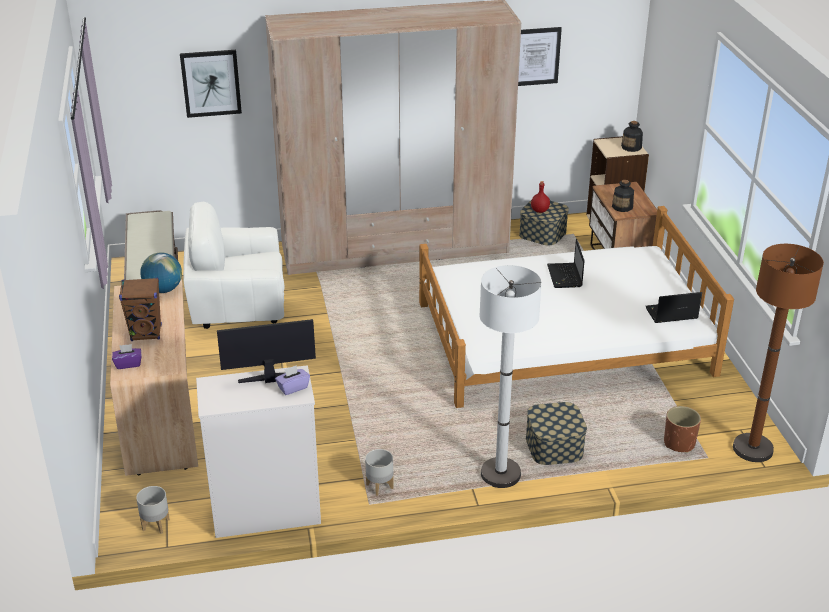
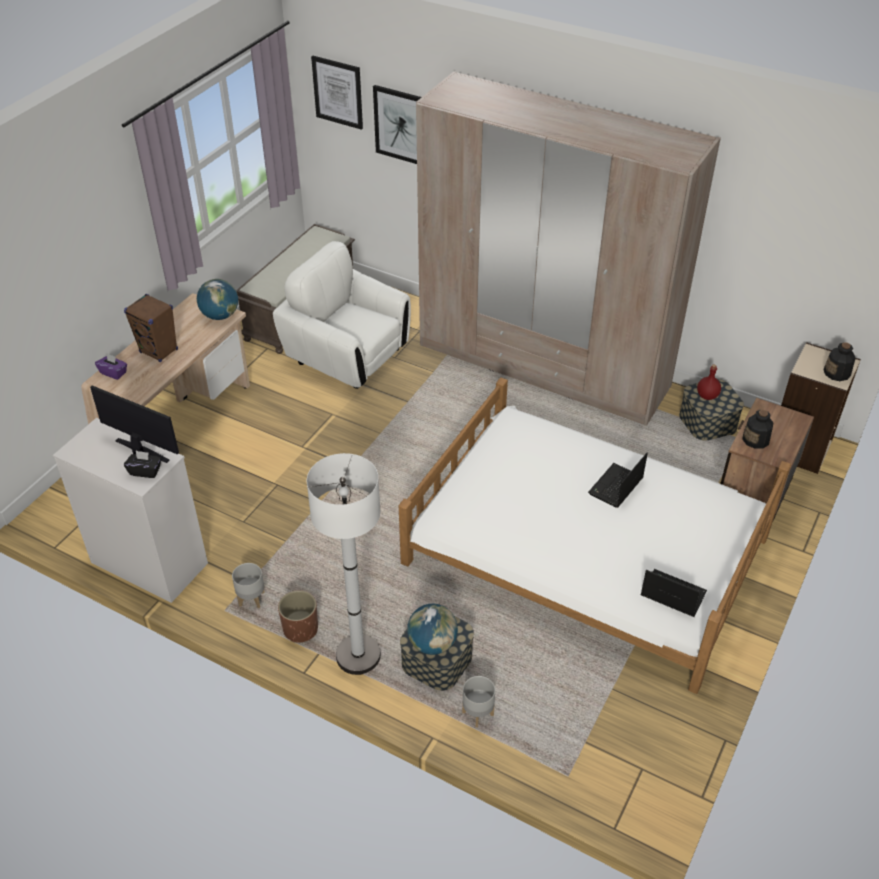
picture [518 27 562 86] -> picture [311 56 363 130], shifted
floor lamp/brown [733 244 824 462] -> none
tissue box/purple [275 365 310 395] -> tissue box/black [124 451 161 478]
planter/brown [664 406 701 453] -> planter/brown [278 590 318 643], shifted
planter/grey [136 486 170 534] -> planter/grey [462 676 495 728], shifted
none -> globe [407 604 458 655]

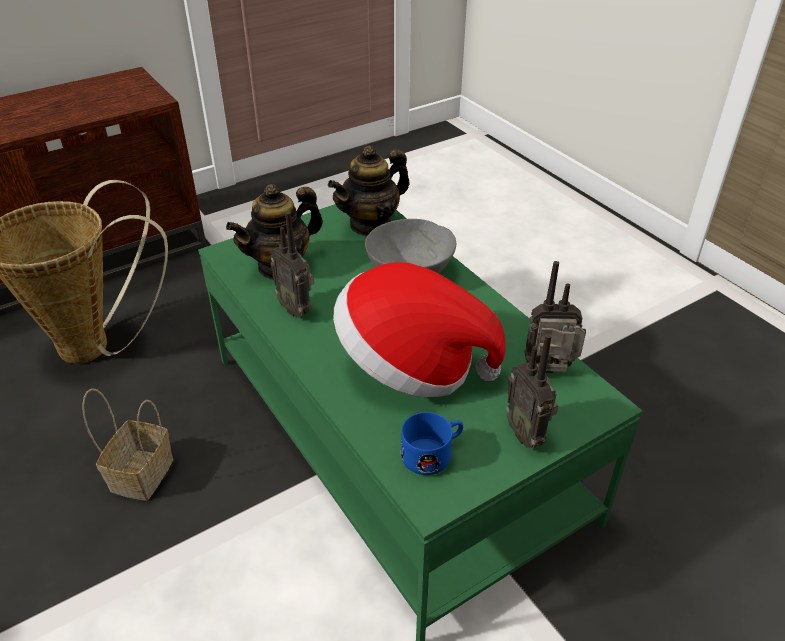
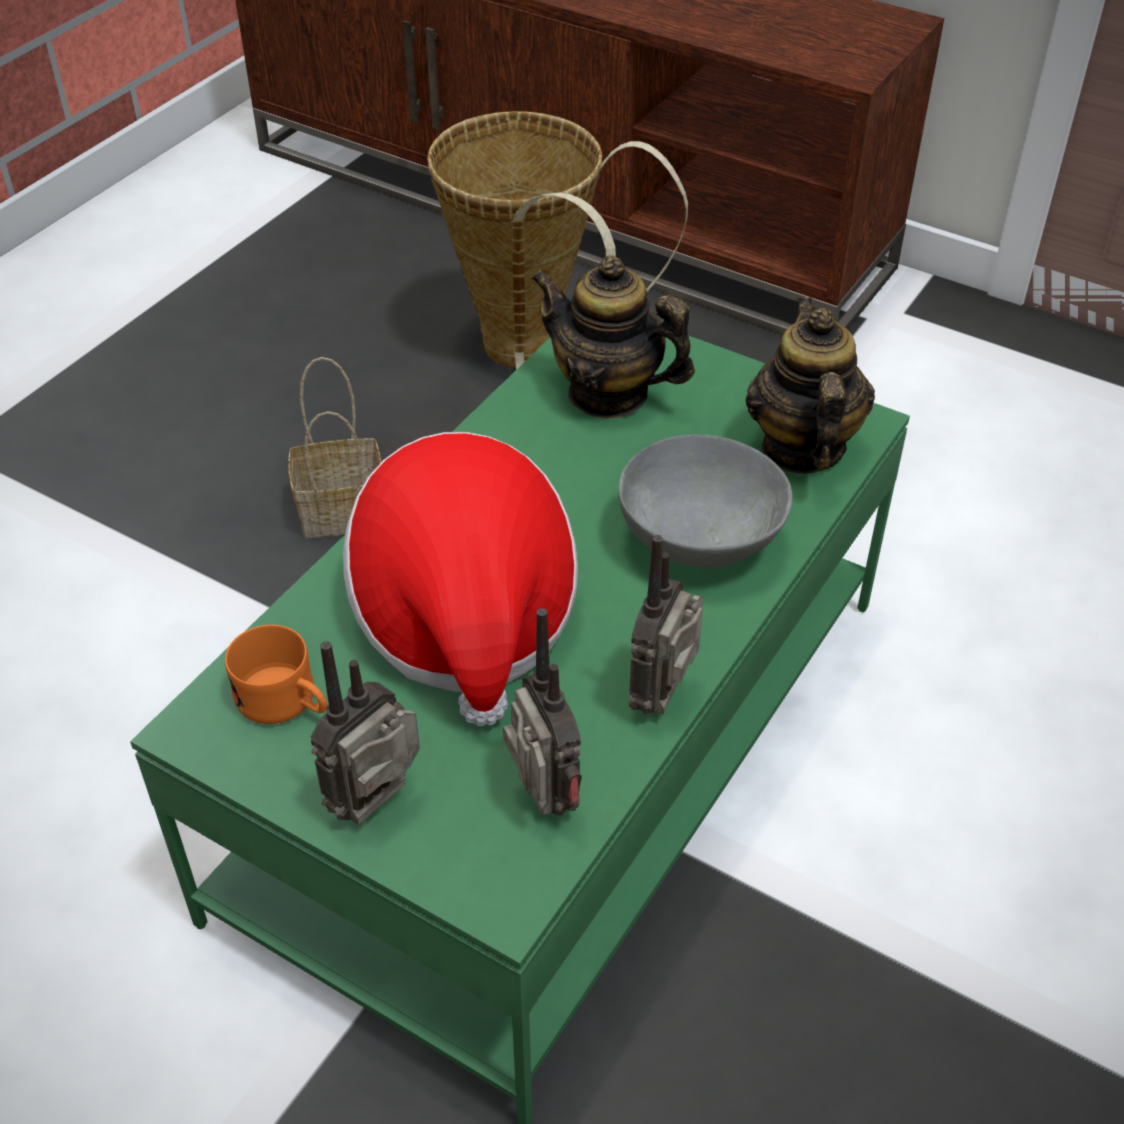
teapot [328 145 410 237] -> teapot [746 297 875 474], 60 degrees clockwise
radio [270 211 314 318] -> radio [629 535 703 714], shifted
mug/blue [401 412 463 475] -> mug/orange [225 625 327 724]

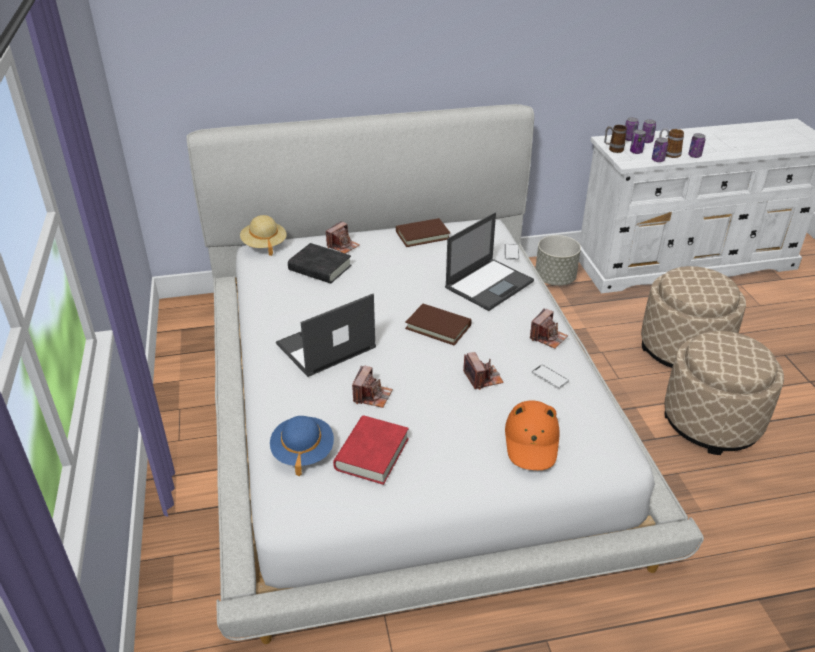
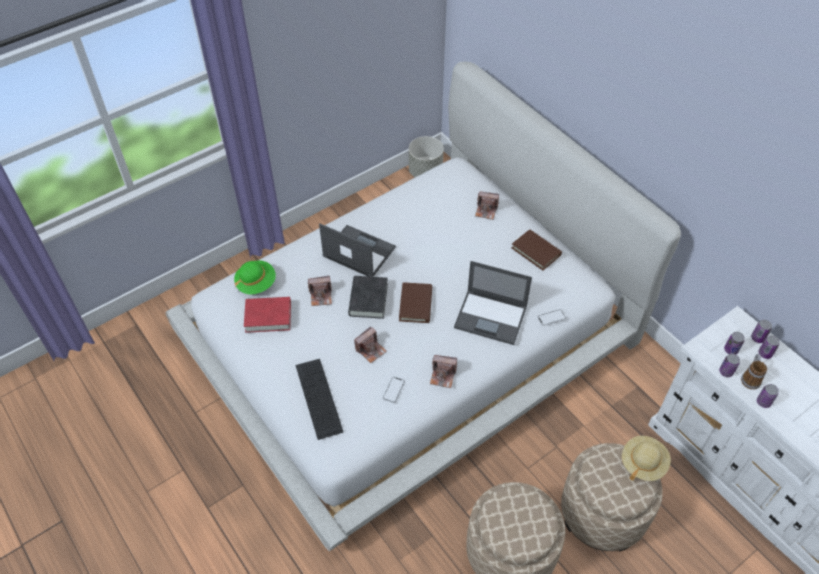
mug [604 125 627 153] -> none
hat/beige [240 215 287 256] -> hat/beige [622 436 671 481], shifted
planter/grey [536 235 581 285] -> planter/grey [409 136 444 177], shifted
book/black [288 243 352 283] -> book/black [348 276 388 319], shifted
hat/orange [505 400 560 470] -> keyboard [296 359 343 440]
hat/blue [270 416 334 476] -> hat/green [234 260 276 294]

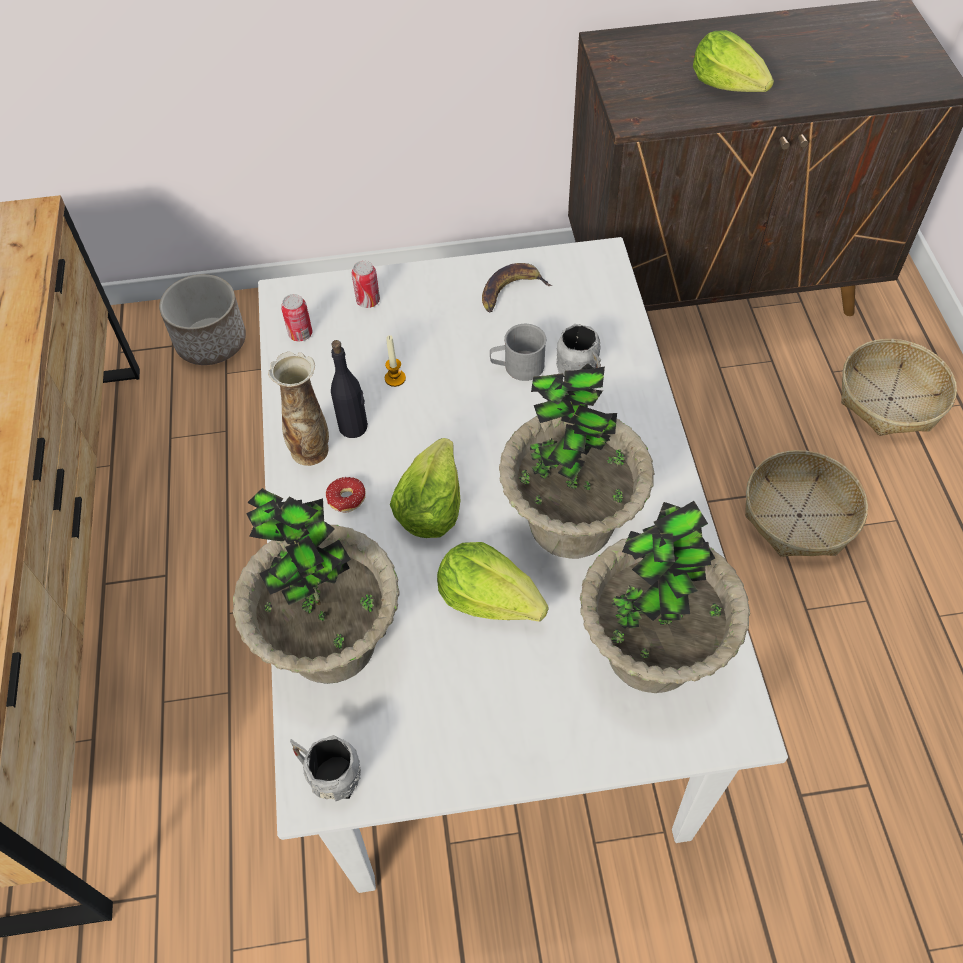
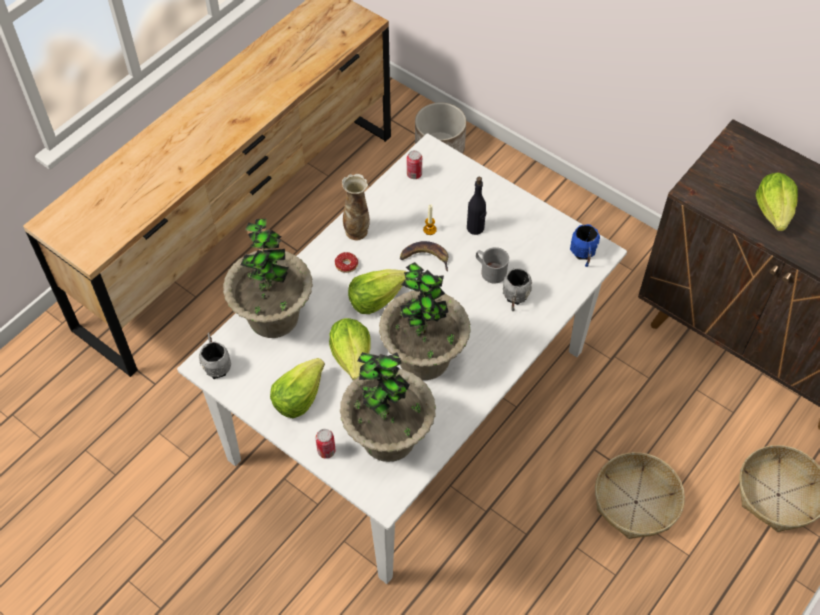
can [351 261 380 308] -> can [316 429 335 459], shifted
banana [482 263 552 312] -> banana [400 241 448 272], shifted
bottle/black [331 340 368 438] -> bottle/black [467 177 487 235], shifted
none -> mug/blue [570 224 600 267]
none -> lettuce [270 358 325 418]

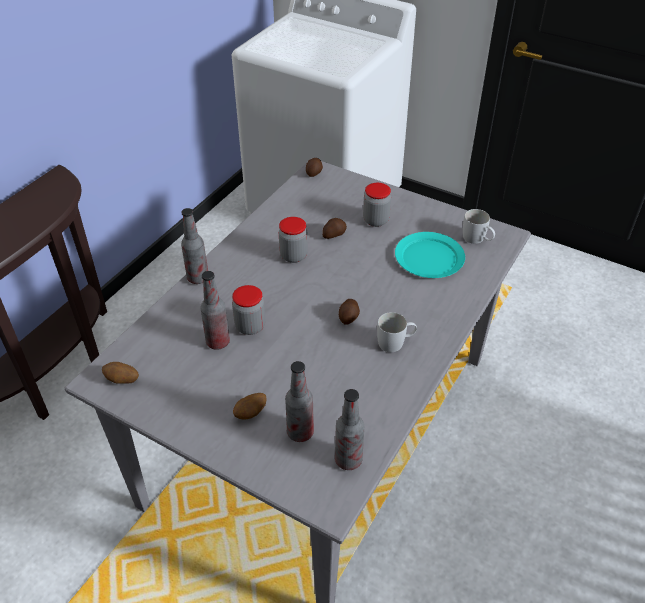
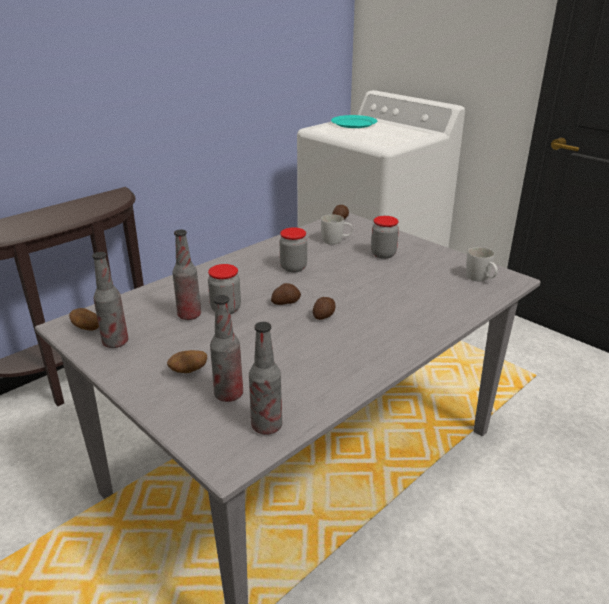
bottle [181 208 208 284] -> bottle [92 252 128 348], shifted
potato [322 218 347 239] -> potato [271 283 301 305], shifted
plate/turquoise [395 232 465 278] -> plate/turquoise [331 115 377 128], shifted
mug/white [377 312 417 352] -> mug/white [321 214 353 245], shifted

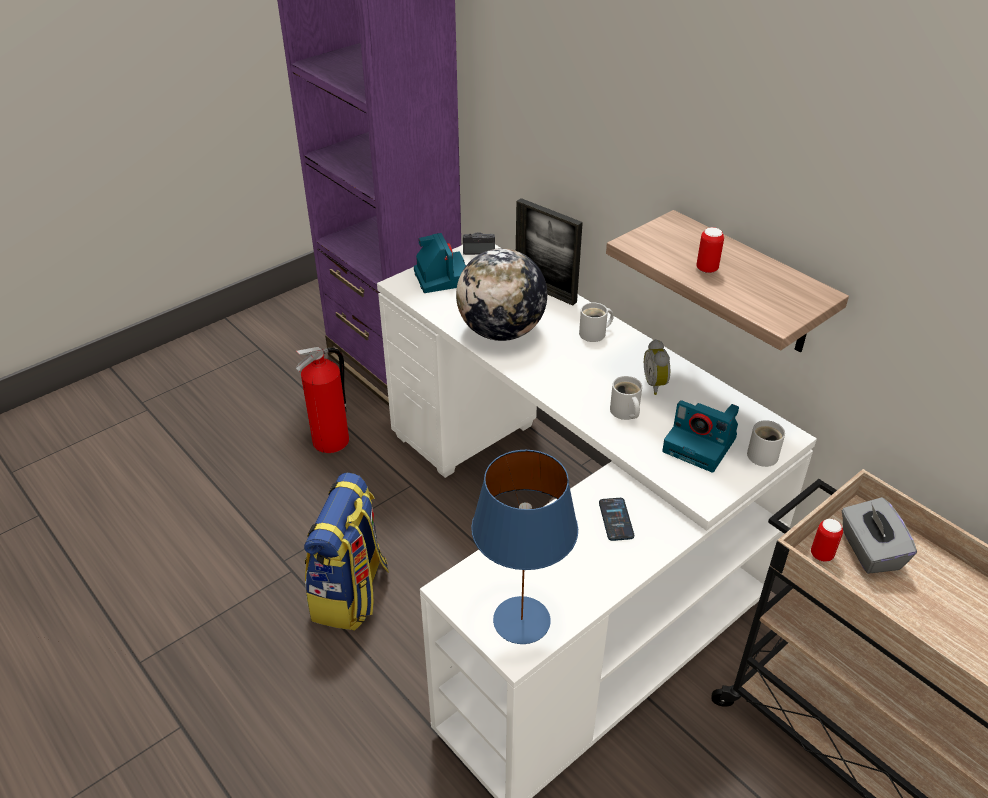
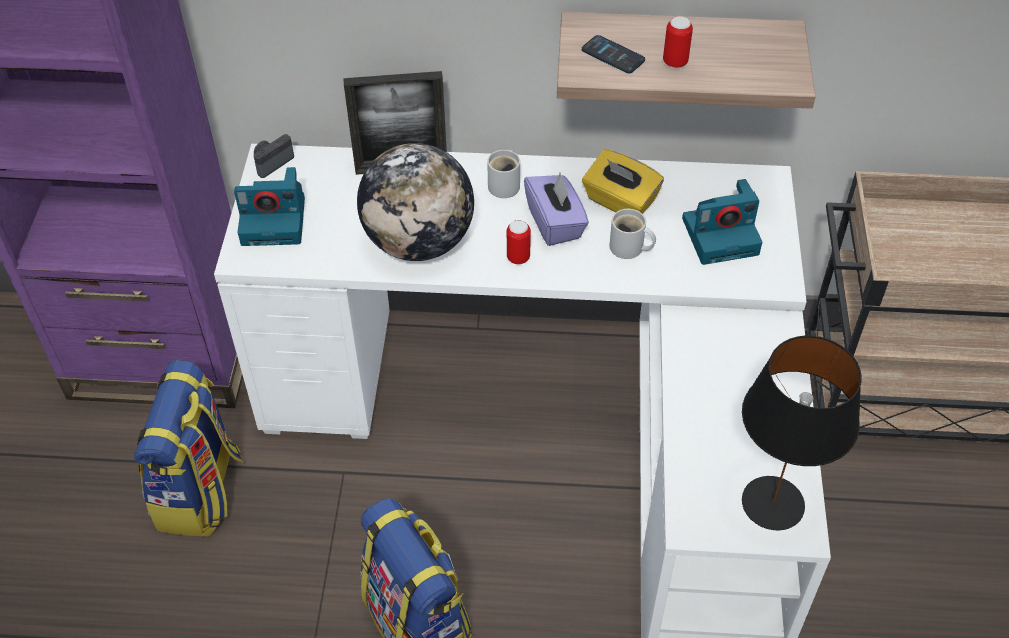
photo camera [414 233 466 293] -> photo camera [234 167 305 246], 150 degrees clockwise
alarm clock [644 339 670 395] -> tissue box/yellow [582 149 664 214]
fire extinguisher [296 347 349 453] -> backpack [134 360 243 537]
mug/white [747 420 785 467] -> none
table lamp/blue [471 450 578 644] -> table lamp/black [742 336 862 530]
tissue box/grey [841 497 917 574] -> none
phone [599 498 634 541] -> phone [582 35 645 74], shifted
can [811 519 843 562] -> can [507 220 531 264], shifted
none -> tissue box/purple [524 173 589 246]

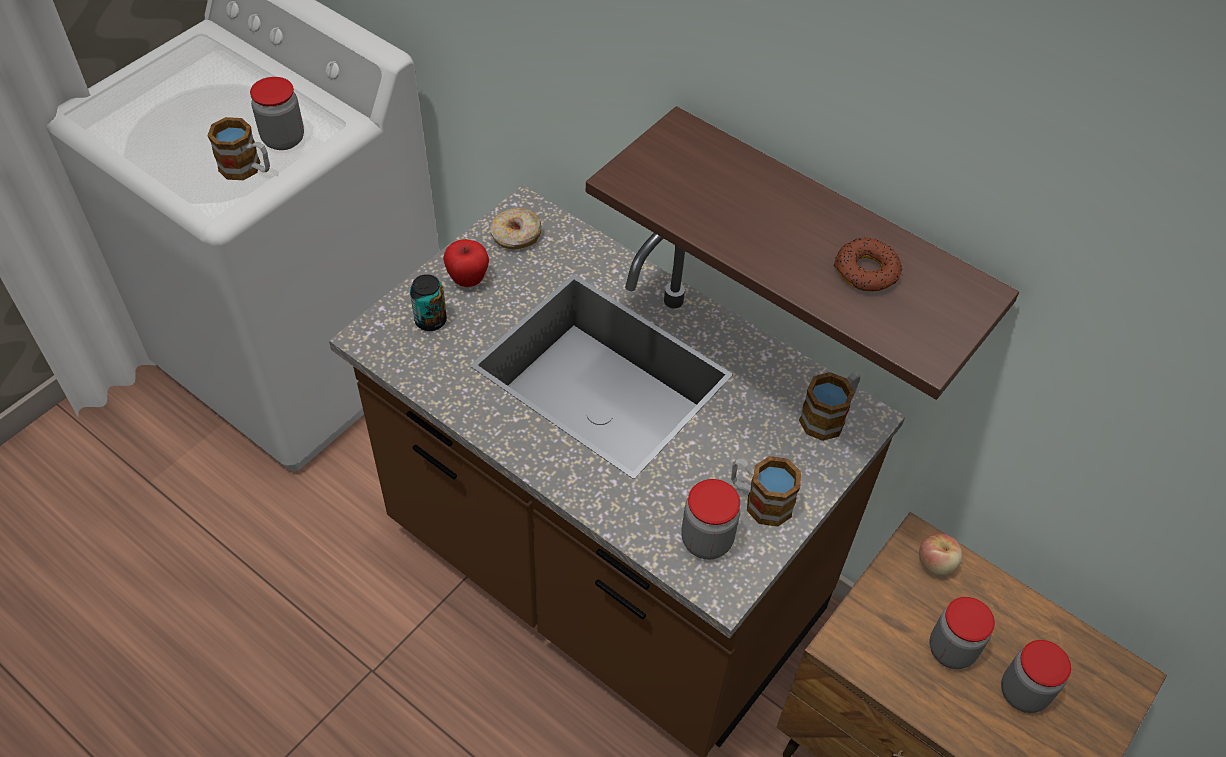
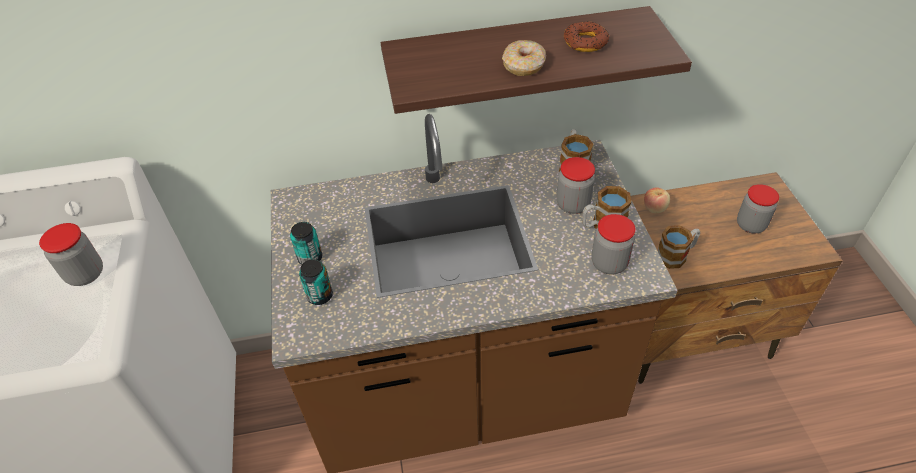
mug [207 117 270 180] -> mug [658 225 700 269], shifted
donut [490 208 542 249] -> donut [502 40 546 76], shifted
apple [443 239 489 287] -> can [290 222 322 265]
jar [930 597 995 669] -> jar [556 157 595 214], shifted

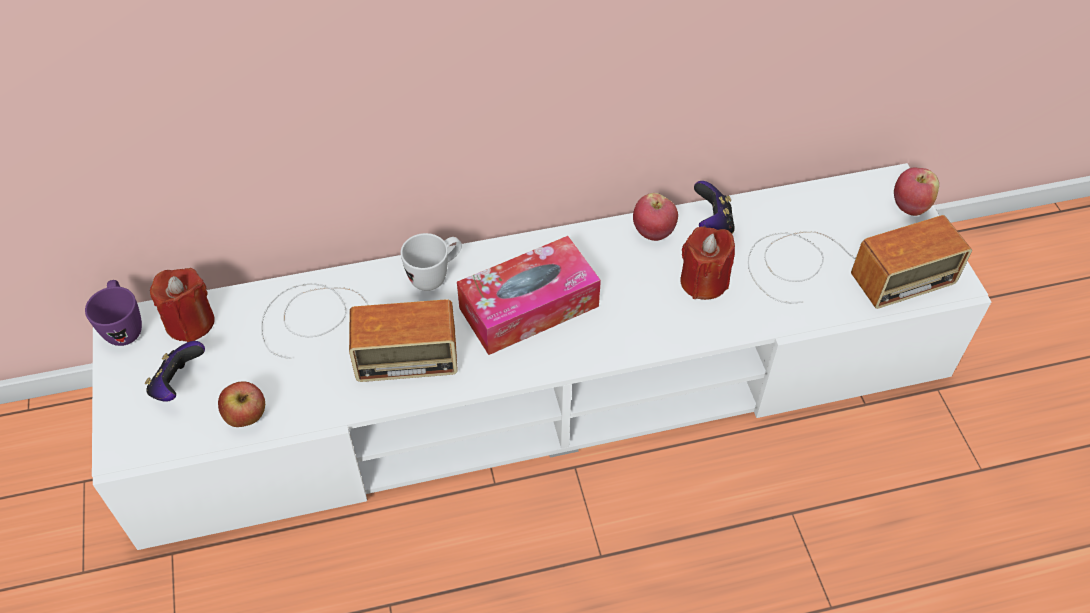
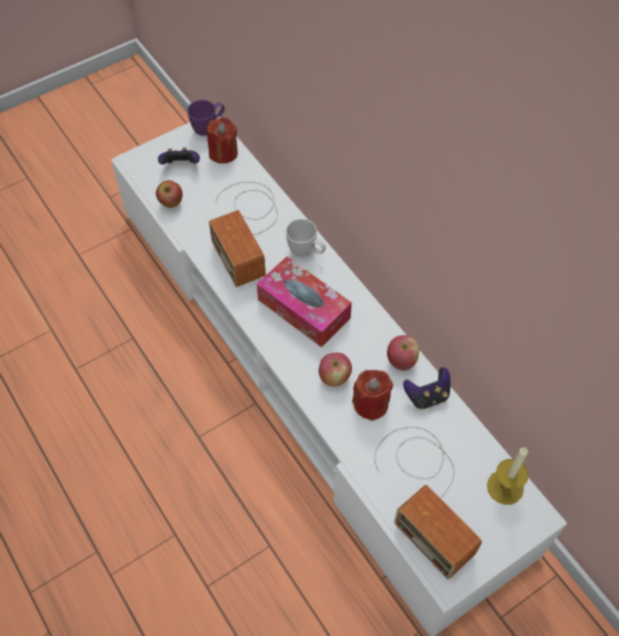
apple [894 168 939 216] -> apple [319 353 352 387], shifted
none -> candle [487 447 529 505]

